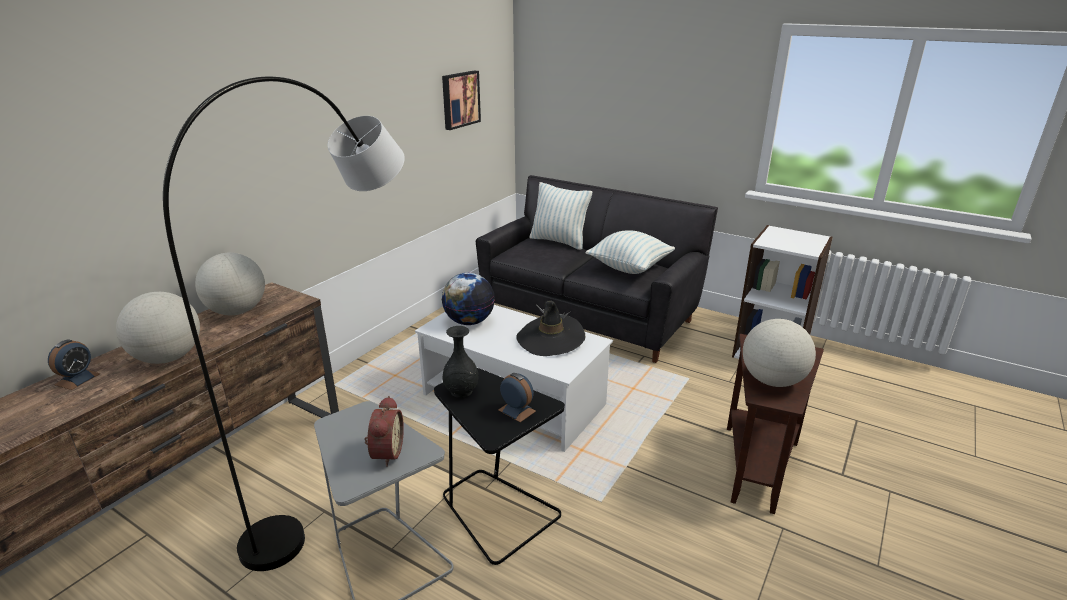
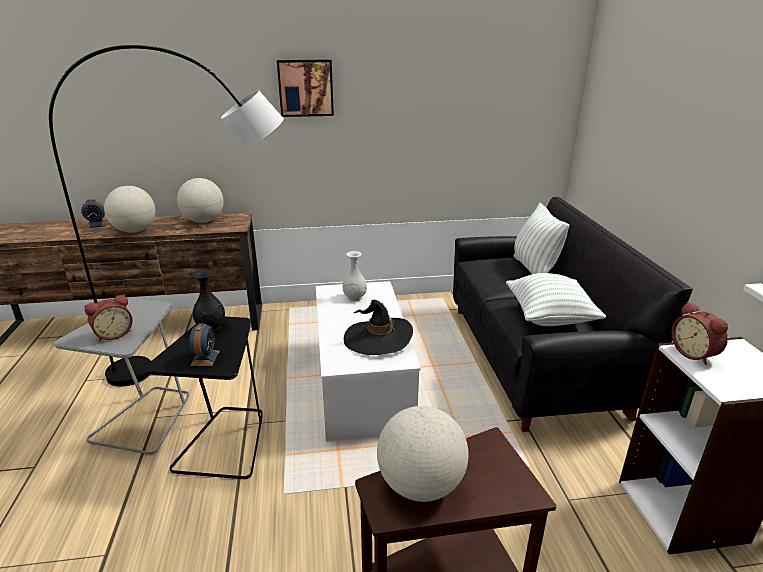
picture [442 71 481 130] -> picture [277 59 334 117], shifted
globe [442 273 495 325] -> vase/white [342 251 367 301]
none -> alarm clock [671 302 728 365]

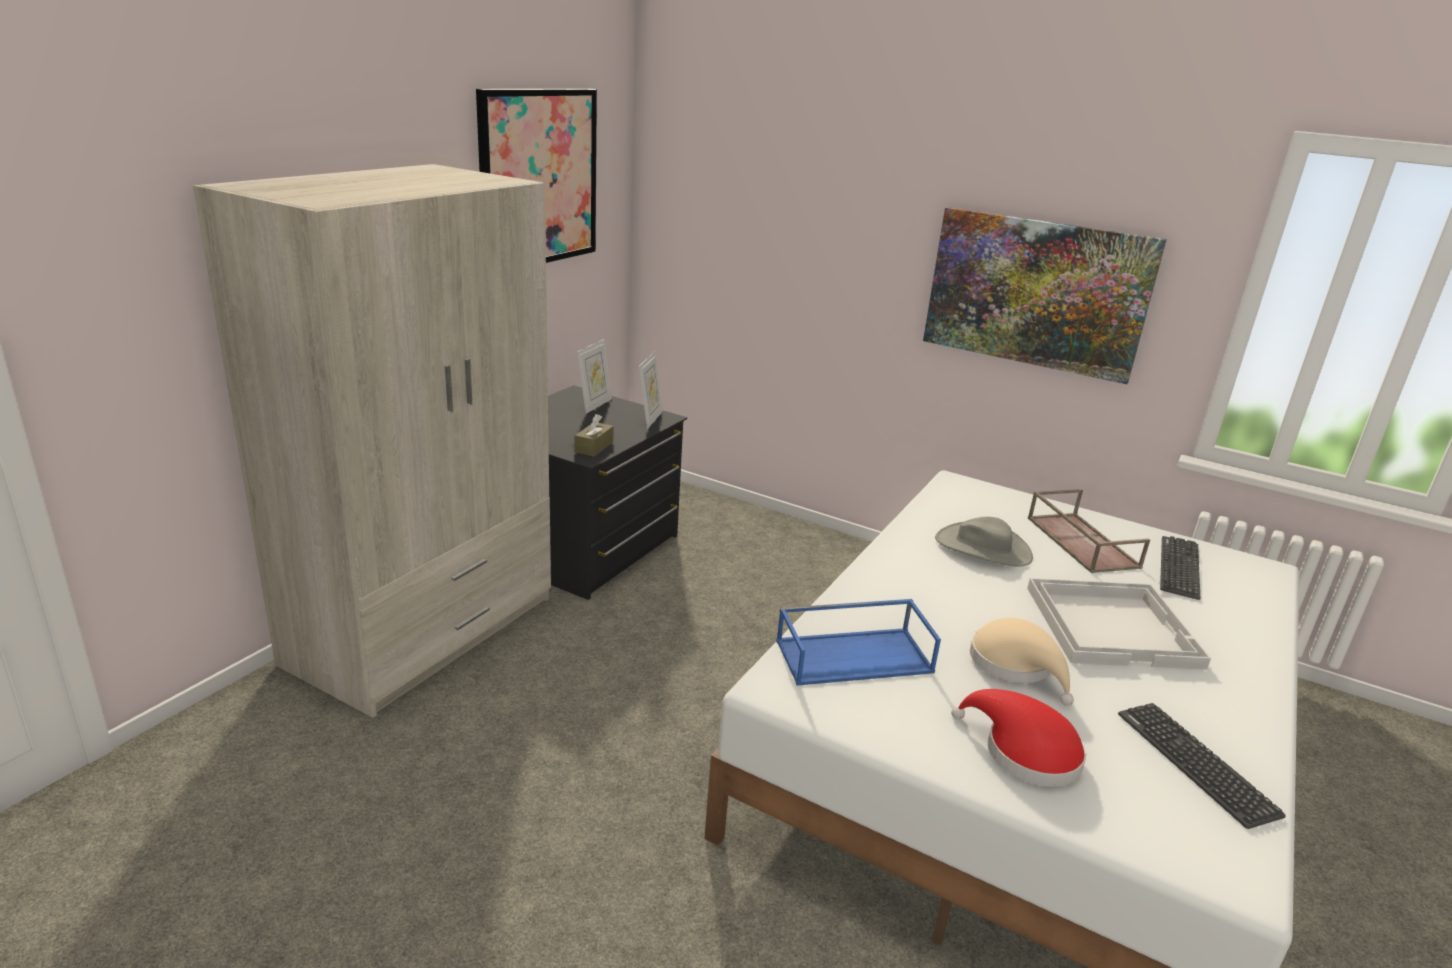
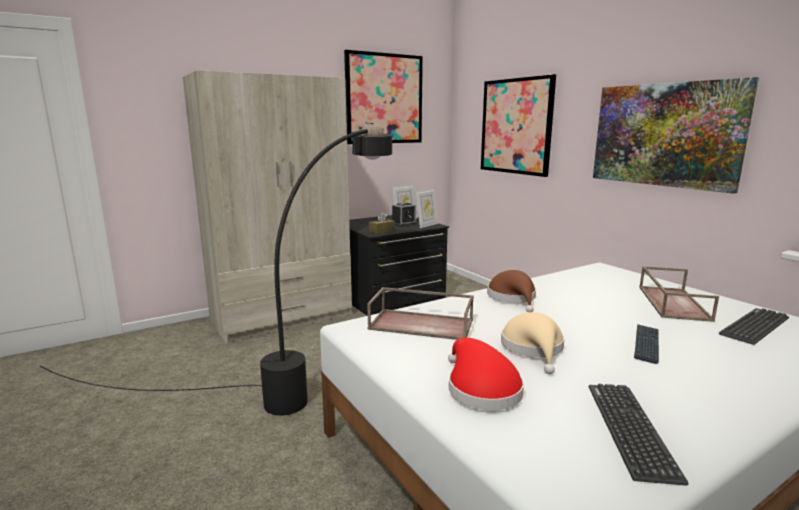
hat/grey [935 517 1033 567] -> none
tray/white [1027 578 1211 670] -> keyboard [634 324 659 364]
tray/blue [776 599 941 686] -> tray/brown [367 287 474 340]
none -> picture [481 74 556 177]
none -> floor lamp/black [40 123 392 415]
none -> alarm clock [392 202 417 226]
none -> hat/brown [487 270 536 312]

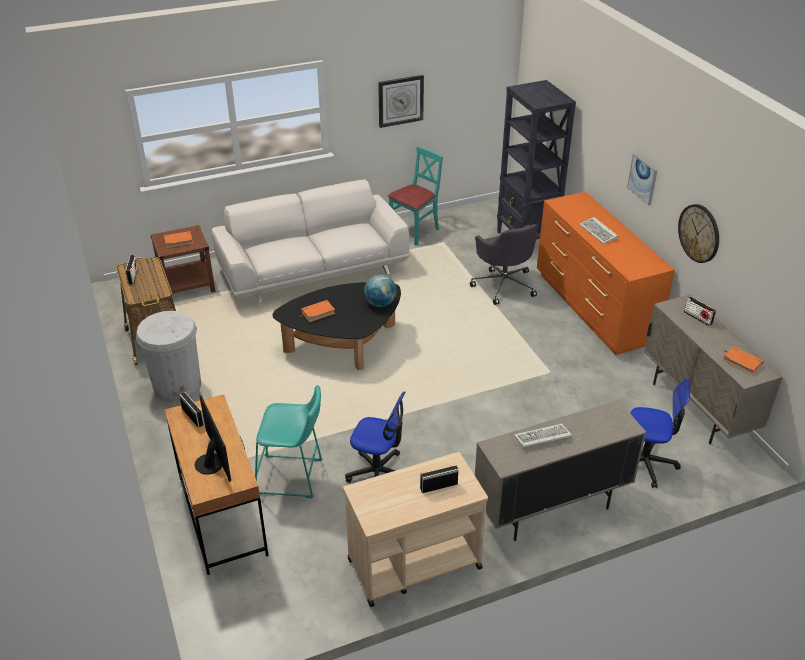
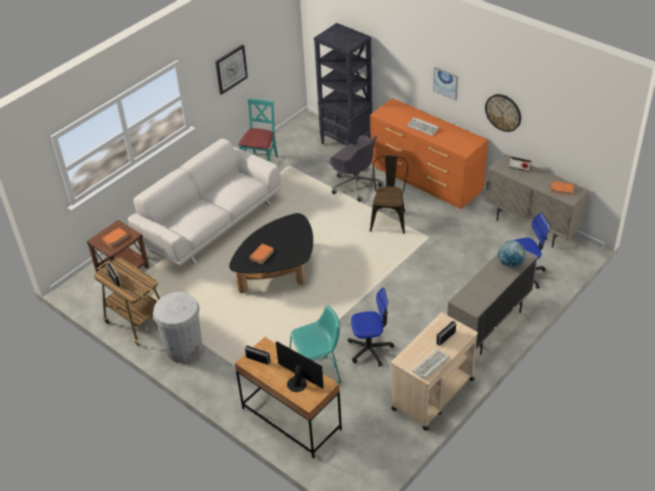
globe [364 275 397 307] -> globe [498 240 525 267], shifted
keyboard [514 424 572 449] -> keyboard [412 350 450 379], shifted
none -> chair/brown [370 155 408 234]

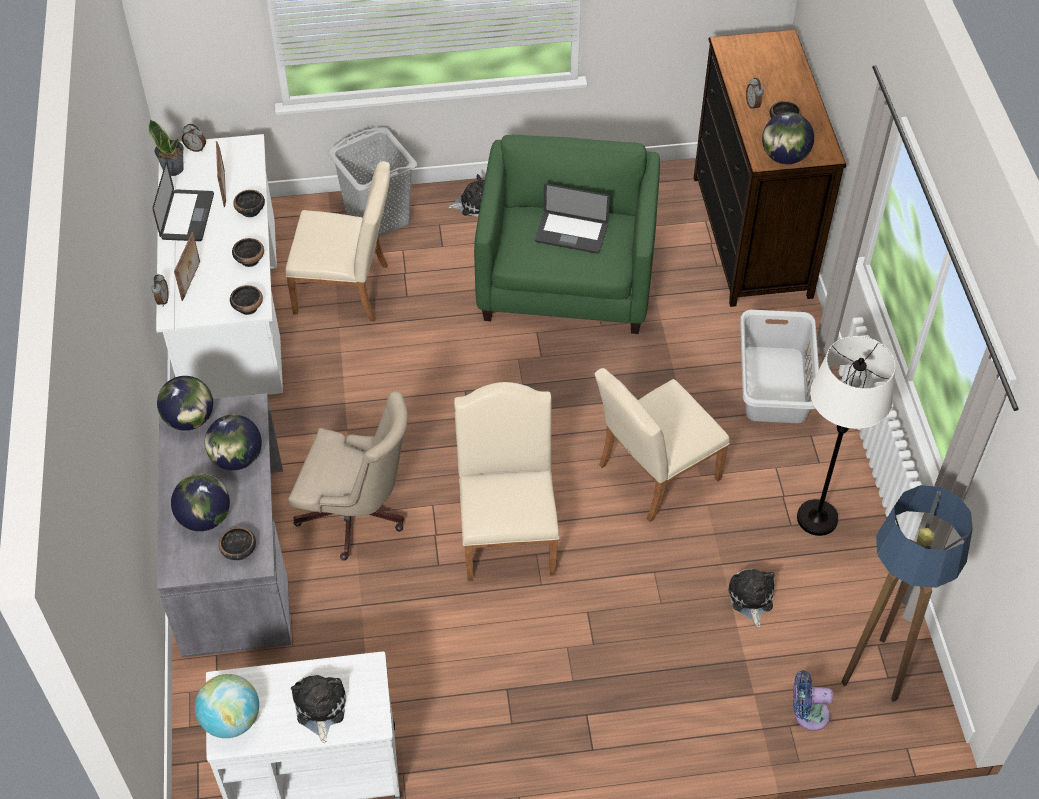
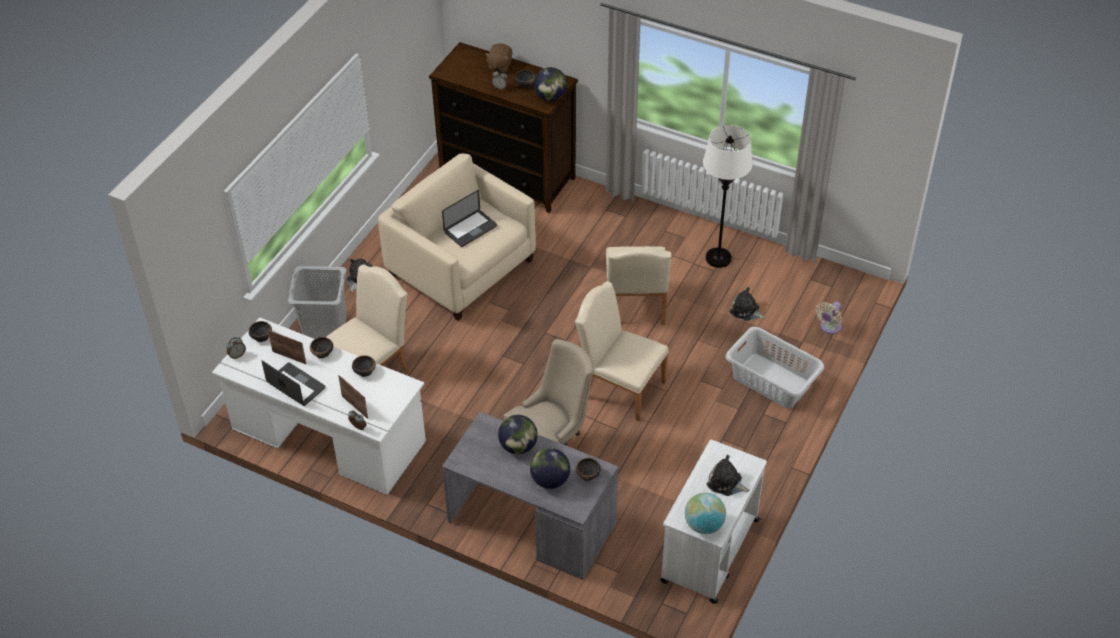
potted plant [148 120 184 176] -> none
armchair/green [474 135 660 334] -> armchair/beige [378 153 536 321]
bowl [230 285 263 315] -> bowl [248 321 272 342], shifted
laundry basket/grey [740 310 819 423] -> laundry basket/grey [725 327 824 408], shifted
globe [157 376 213 431] -> none
floor lamp [841 485 973 702] -> none
fan/blue [793 670 833 731] -> fan/beige [816 302 842 334]
none -> plush toy/brown [485 43 512 72]

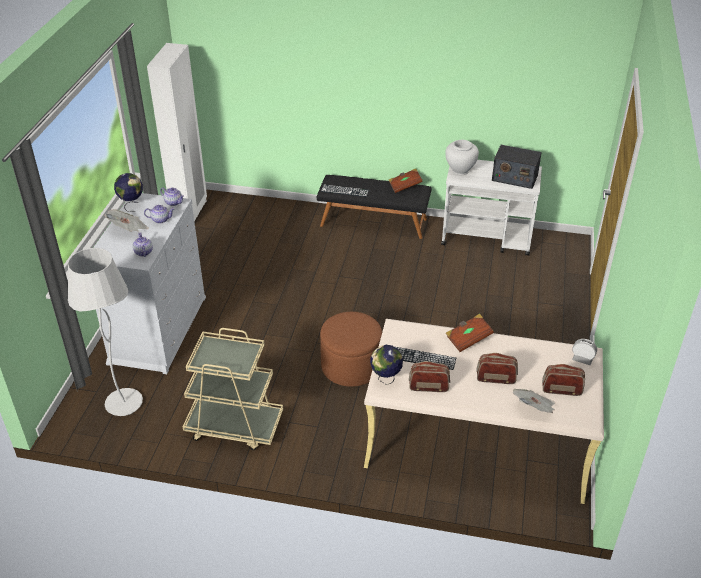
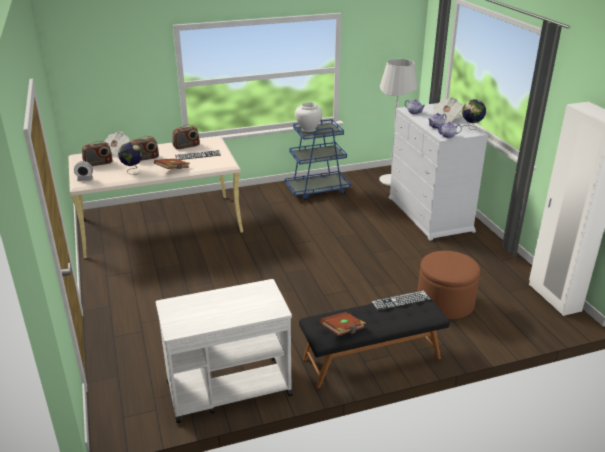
vase/white [445 140 479 175] -> vase/white [295 102 322 132], shifted
radio [492 145 542 189] -> none
ottoman/brown [320 312 382 387] -> ottoman/brown [417 251 480 319], shifted
cart/beige [183 328 283 450] -> cart/blue [285 119 351 201]
globe [370 345 403 385] -> globe [118 142 143 175], shifted

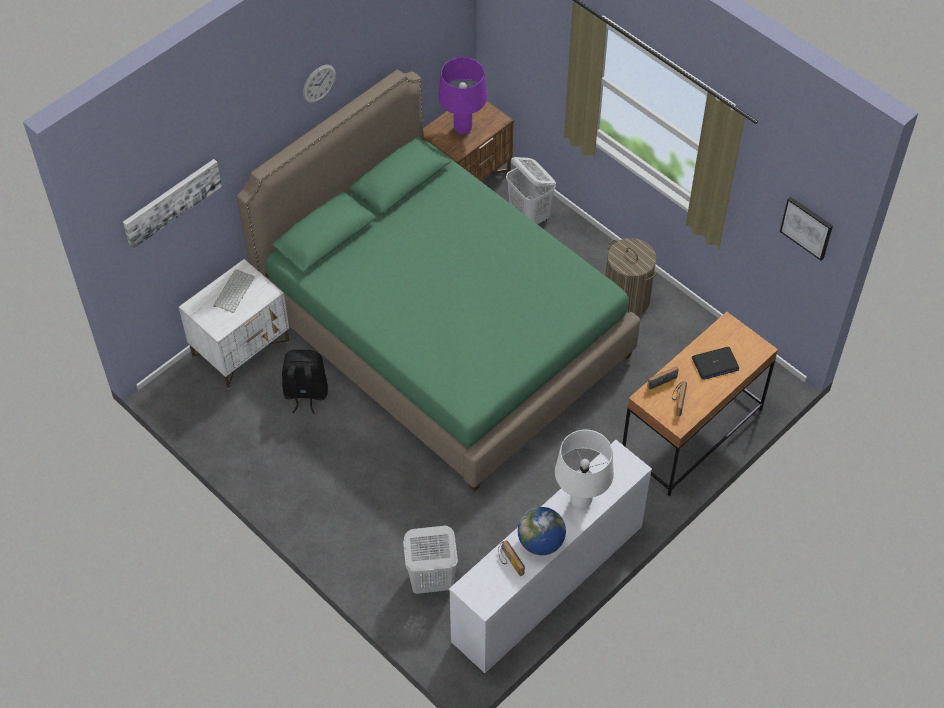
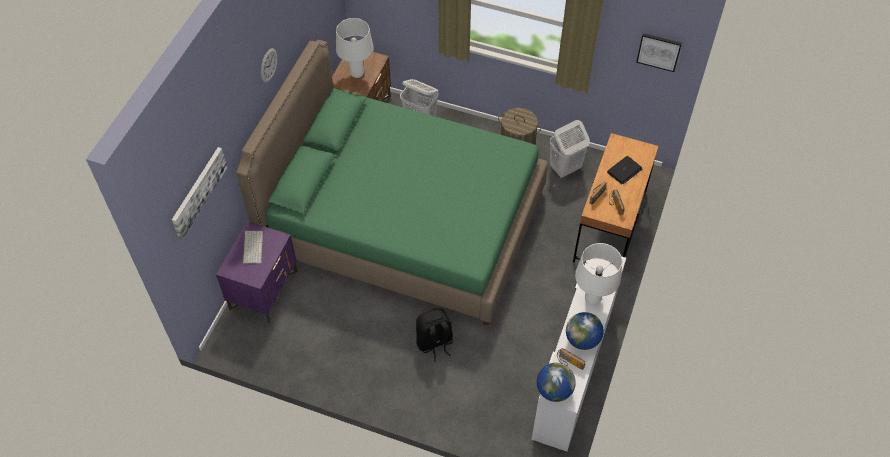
table lamp/purple [438 57 487 134] -> table lamp/white [336 18 374 78]
nightstand/white [179 259 290 389] -> nightstand/purple [216 221 298 323]
backpack/black [282 350 328 414] -> backpack/black [416 308 453 362], shifted
laundry basket/white [403 525 458 594] -> laundry basket/white [550 120 590 178], shifted
none -> globe [537 363 576 402]

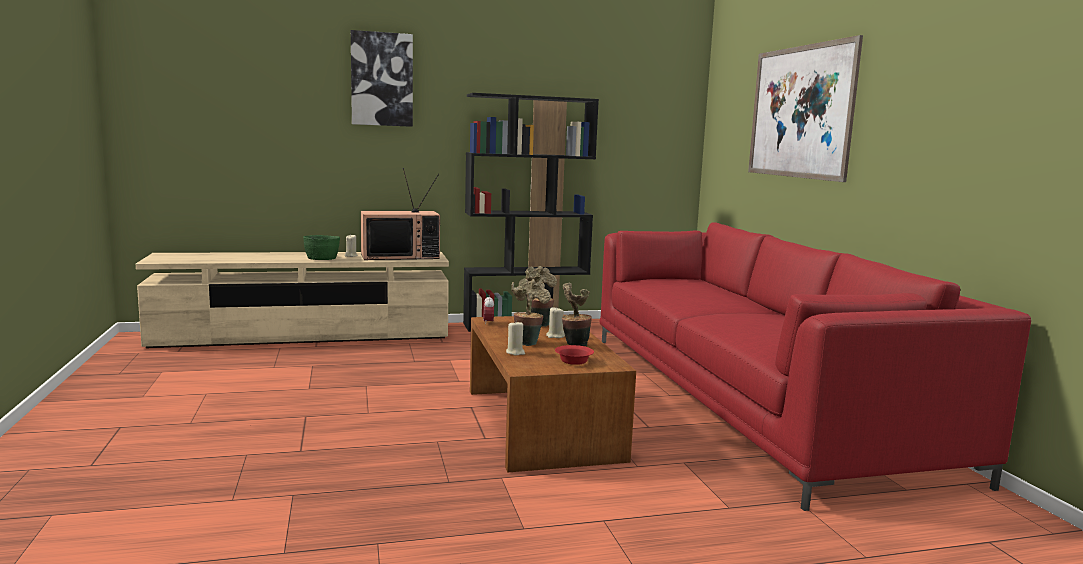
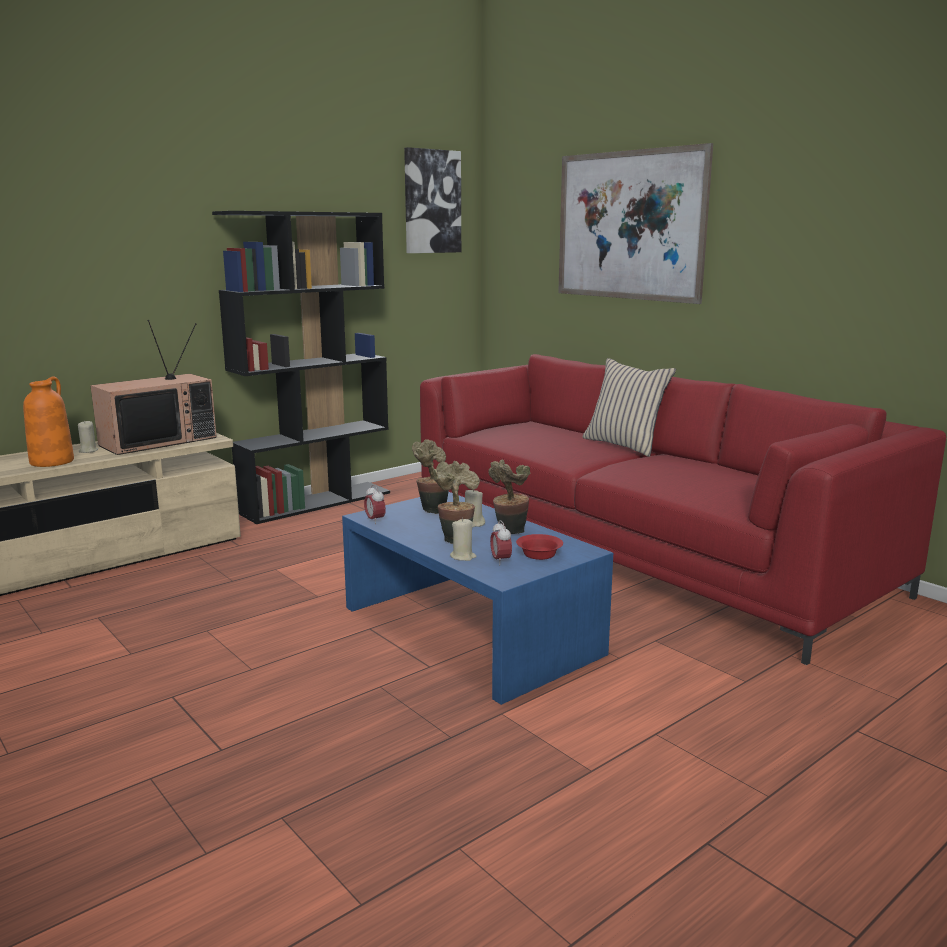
picture [351 30 413 127] -> picture [404 147 461 253], shifted
bowl/green [303 235 340 260] -> vase/orange [23 376 74 467]
coffee table/brown [470 315 636 472] -> coffee table/blue [342 492 613 705]
none -> pillow/beige [583 358 676 457]
none -> alarm clock [490 520 512 565]

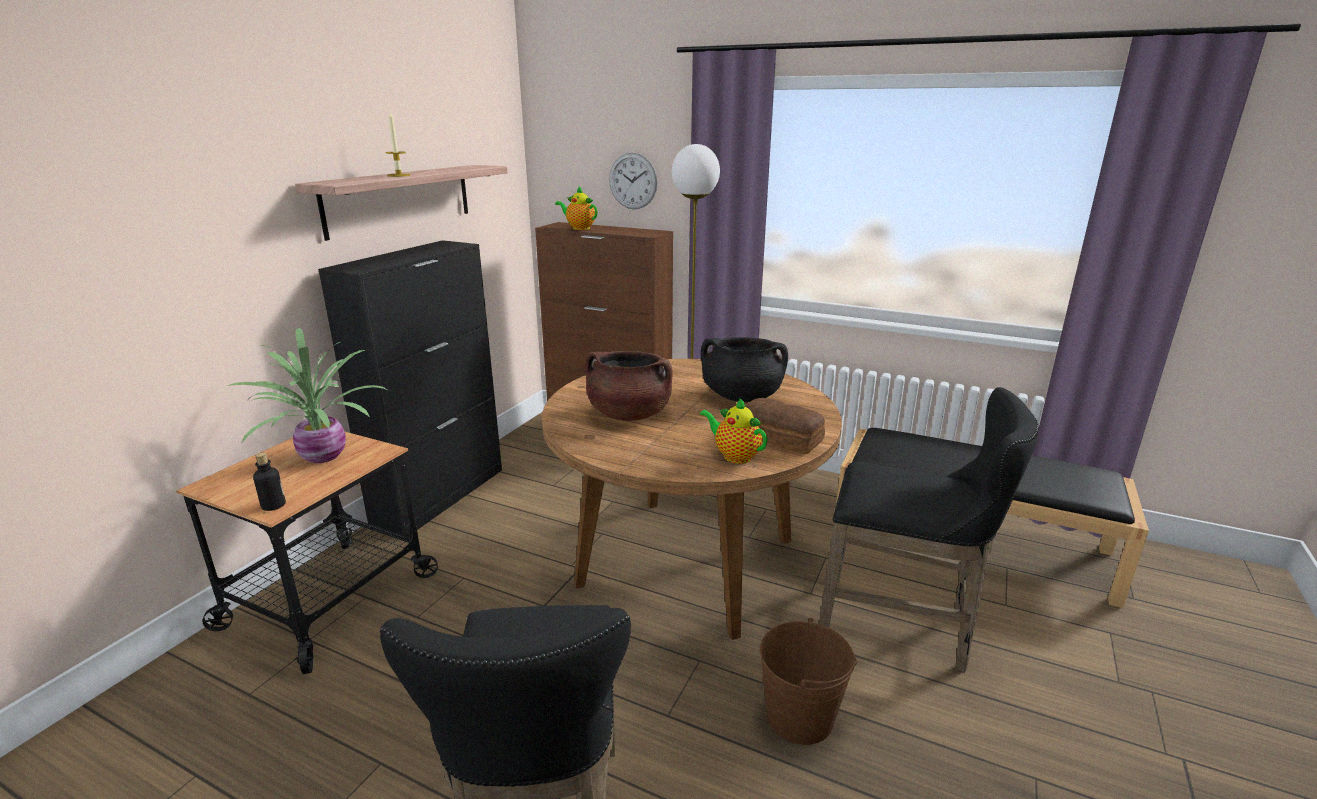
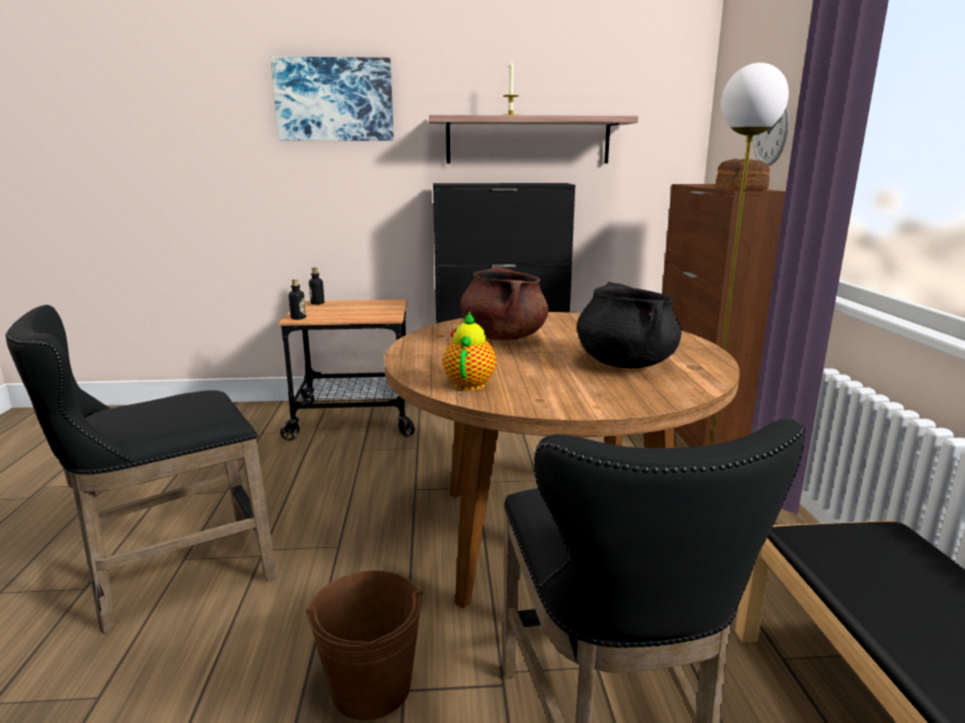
teapot [555 187 598 230] -> none
potted plant [227 328 387 463] -> none
bread [745 398 825 454] -> bread [716 159 770 190], shifted
none -> picture [271 56 394 141]
none -> bottle [309 268 324 305]

